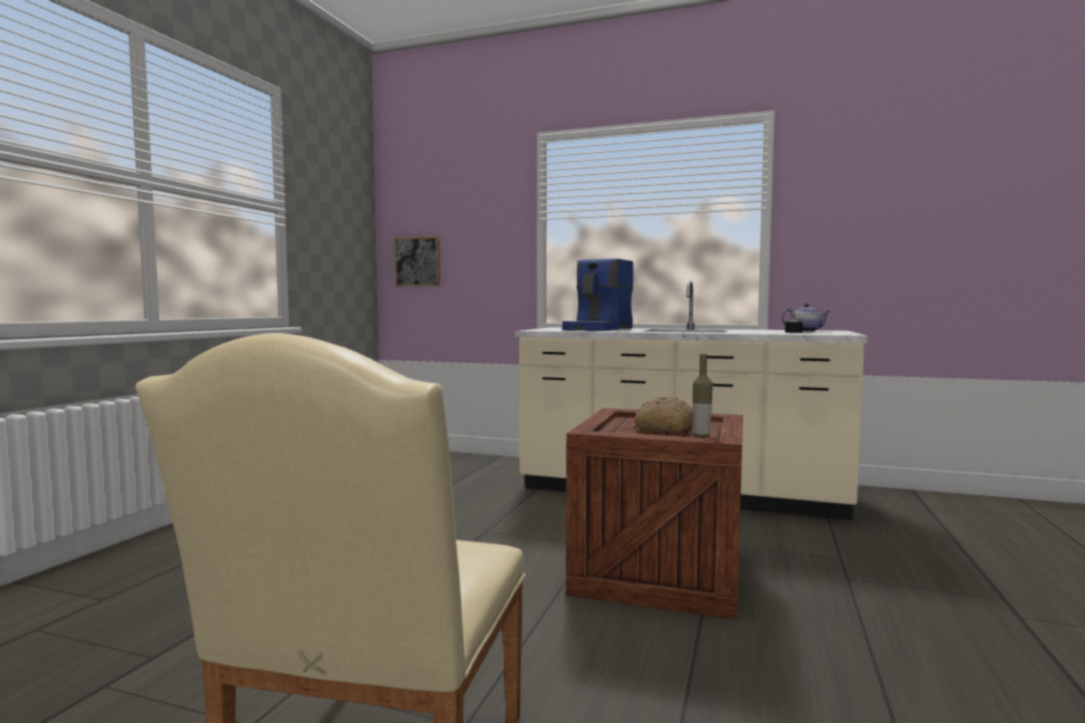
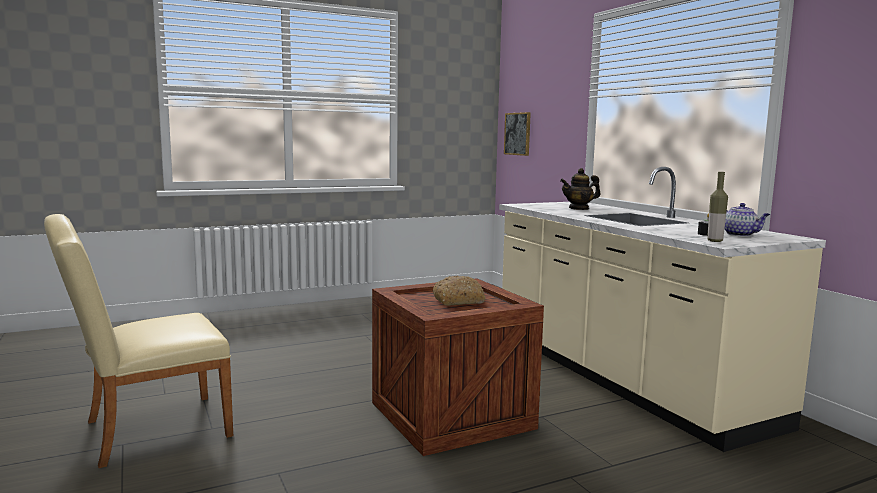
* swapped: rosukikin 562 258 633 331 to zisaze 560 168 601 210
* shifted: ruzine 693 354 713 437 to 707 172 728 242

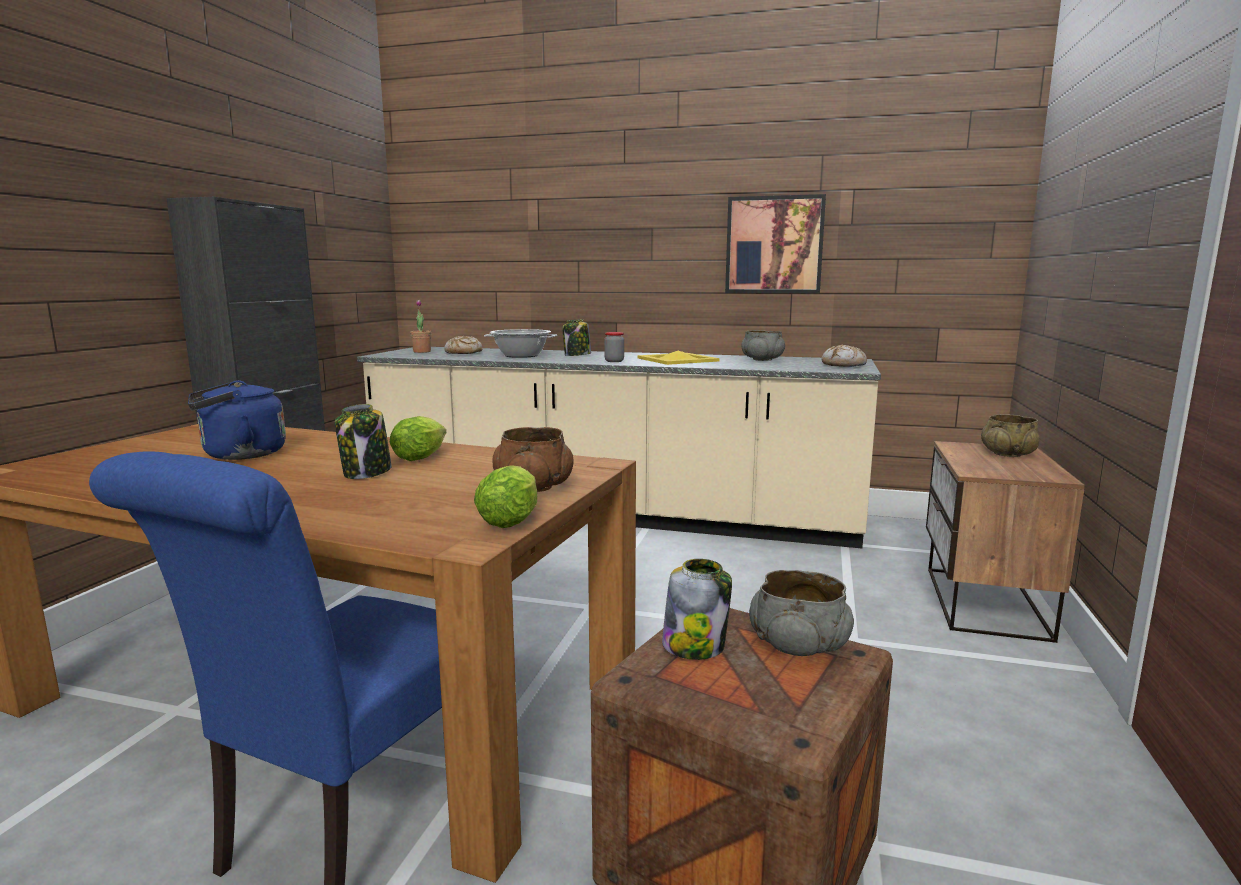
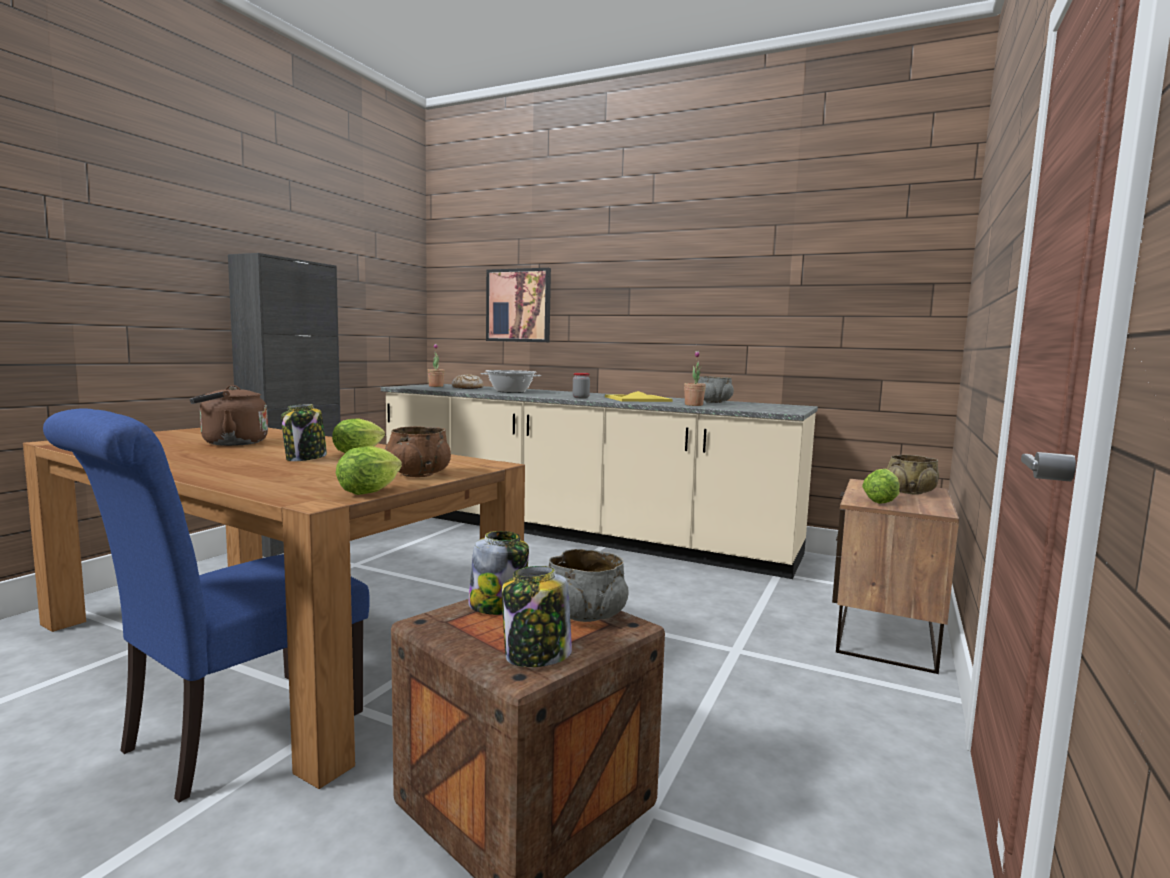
* repainted: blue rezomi 188 380 286 460 to brown rezomi 190 385 268 446
* shifted: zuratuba 562 319 591 356 to 502 566 572 667
* shifted: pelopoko 725 194 826 293 to 486 268 551 342
* gone: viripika 822 344 867 367
* new: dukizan 684 351 706 406
* new: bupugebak 862 469 900 504

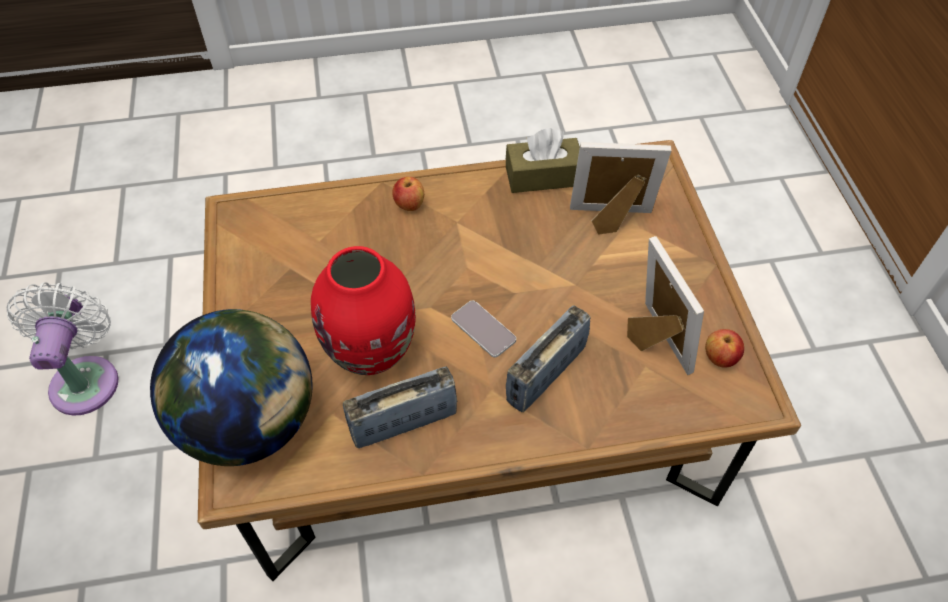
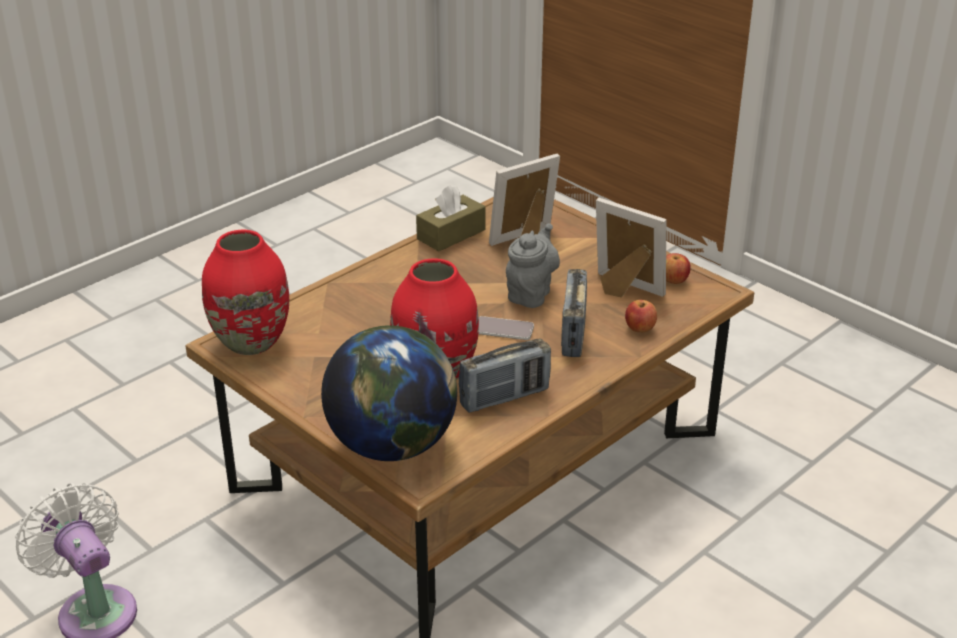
* rotated: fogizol 343 367 457 448 = 458 338 551 413 150 degrees counterclockwise
* shifted: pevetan 392 177 424 211 to 625 300 657 332
* new: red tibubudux 202 230 289 355
* new: grey zisaze 506 223 560 308

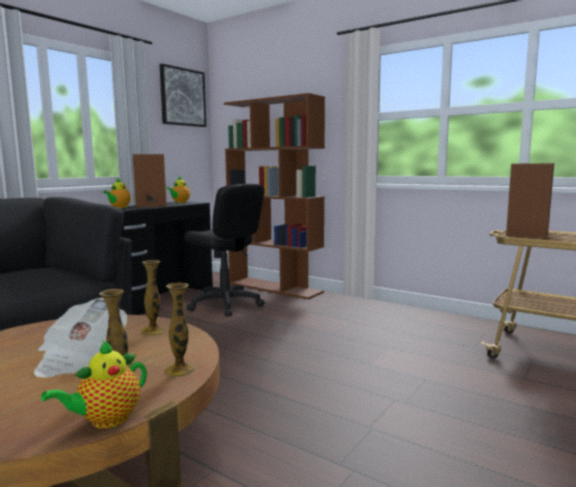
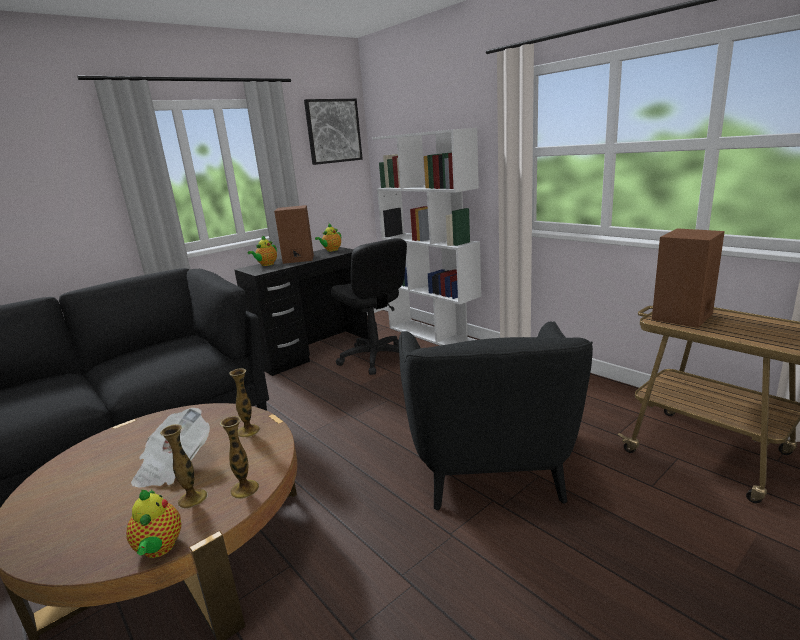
* rotated: zisaze 41 340 147 429 = 126 489 181 558 75 degrees counterclockwise
* repainted: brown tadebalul 224 93 325 299 to white tadebalul 372 128 481 346
* new: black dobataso 399 322 593 510

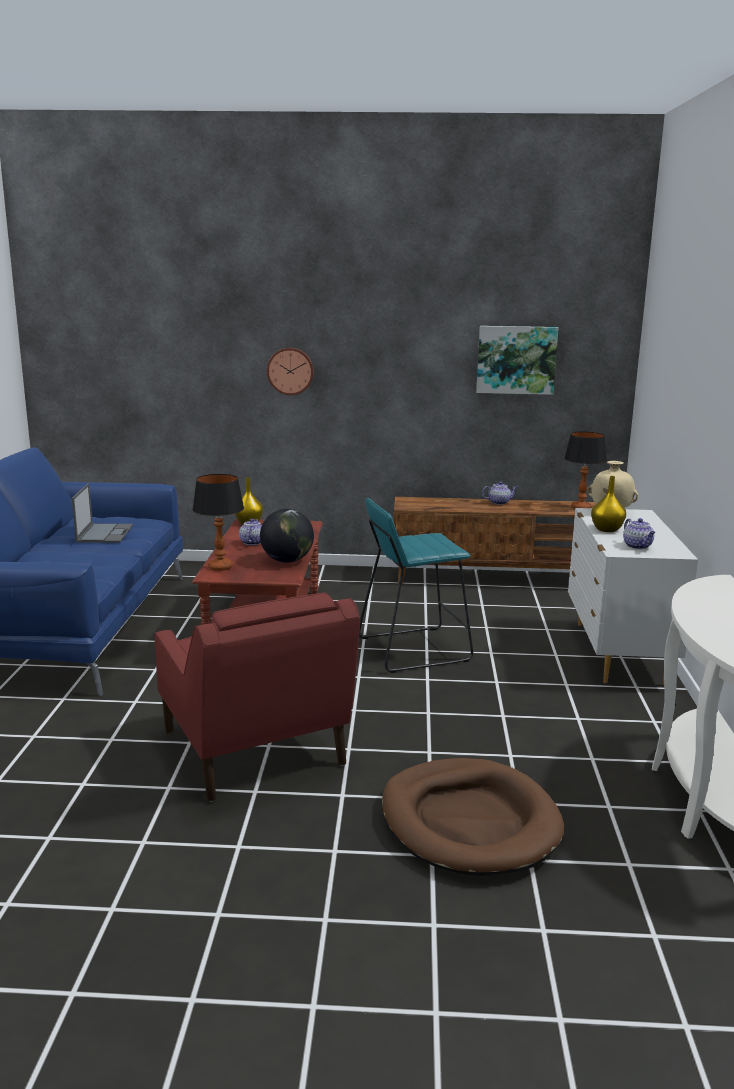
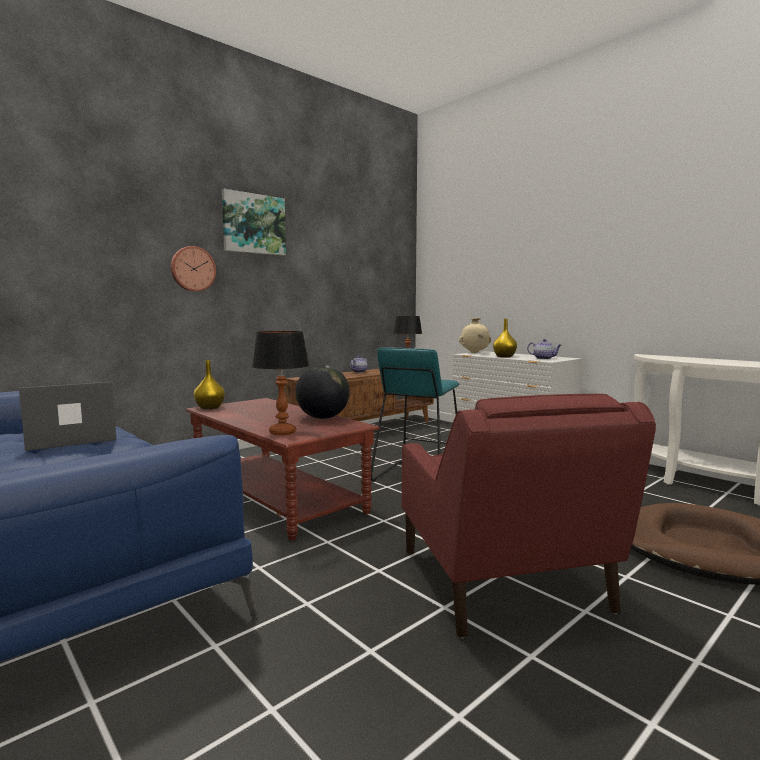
* rotated: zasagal 72 483 133 543 = 19 382 116 451 75 degrees counterclockwise
* rotated: red dobataso 155 593 360 802 = 402 394 656 638 60 degrees clockwise
* gone: zisaze 239 519 262 545
* shifted: pelopoko 476 326 558 395 to 222 189 286 256

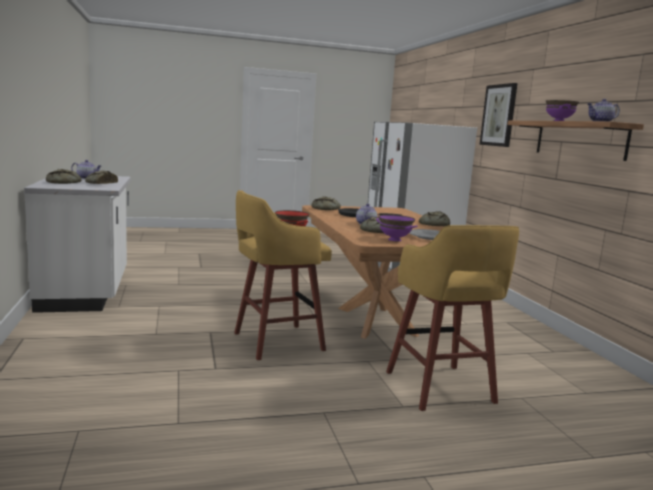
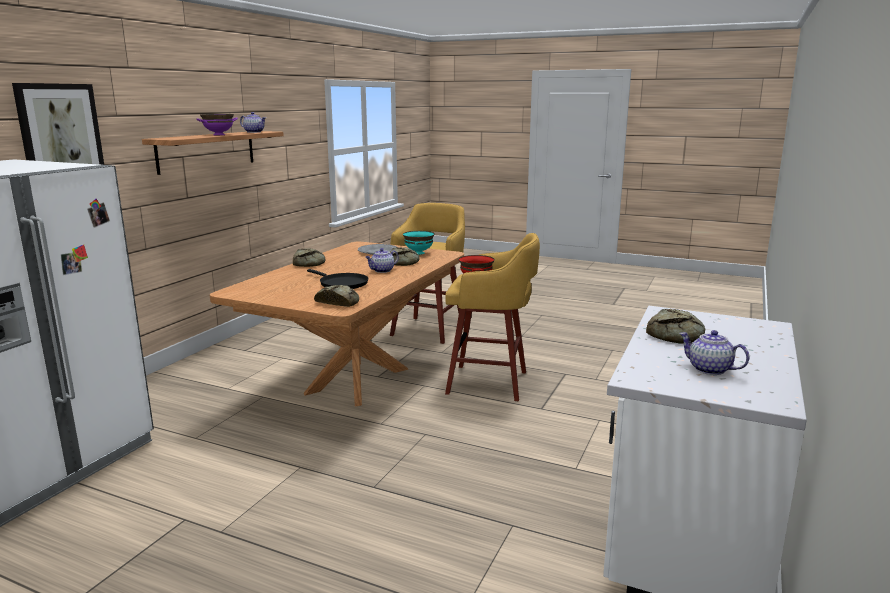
* gone: viripika 46 169 82 184
* repainted: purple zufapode 376 215 418 241 to turquoise zufapode 403 231 435 255

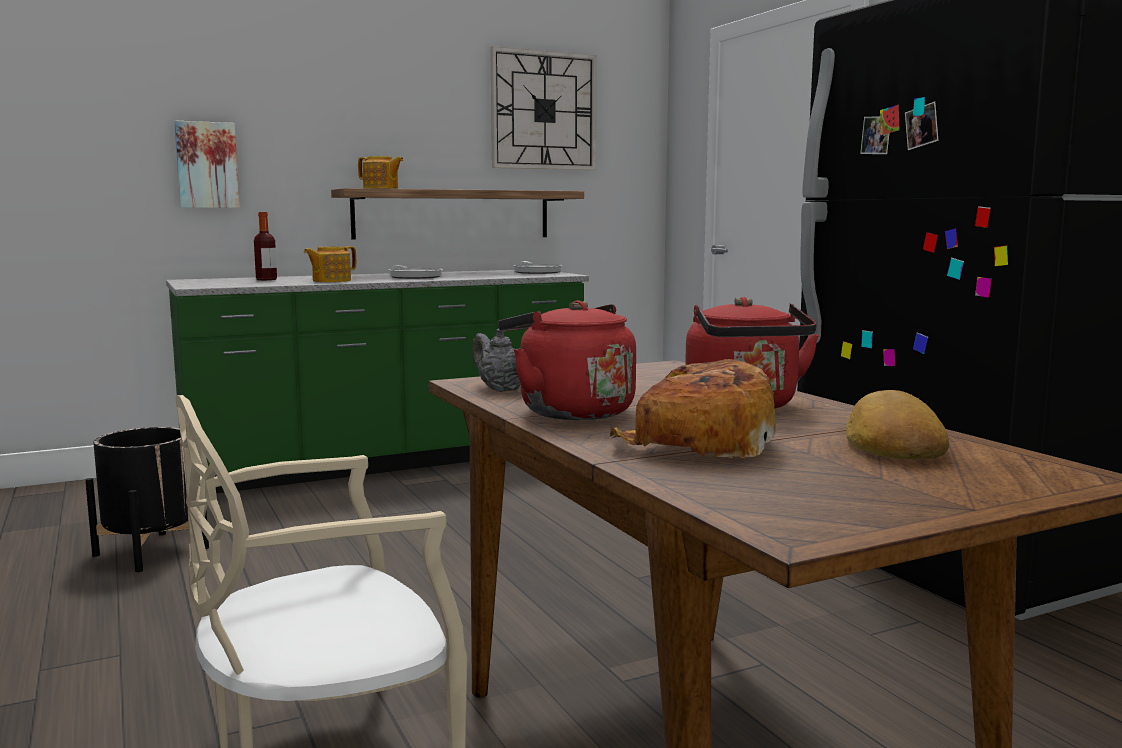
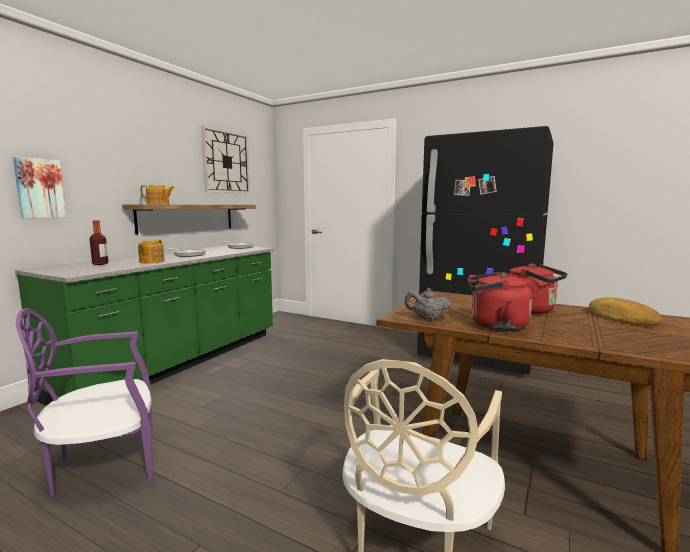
* swapped: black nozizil 85 427 209 572 to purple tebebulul 16 308 154 497
* gone: viripika 610 359 776 458

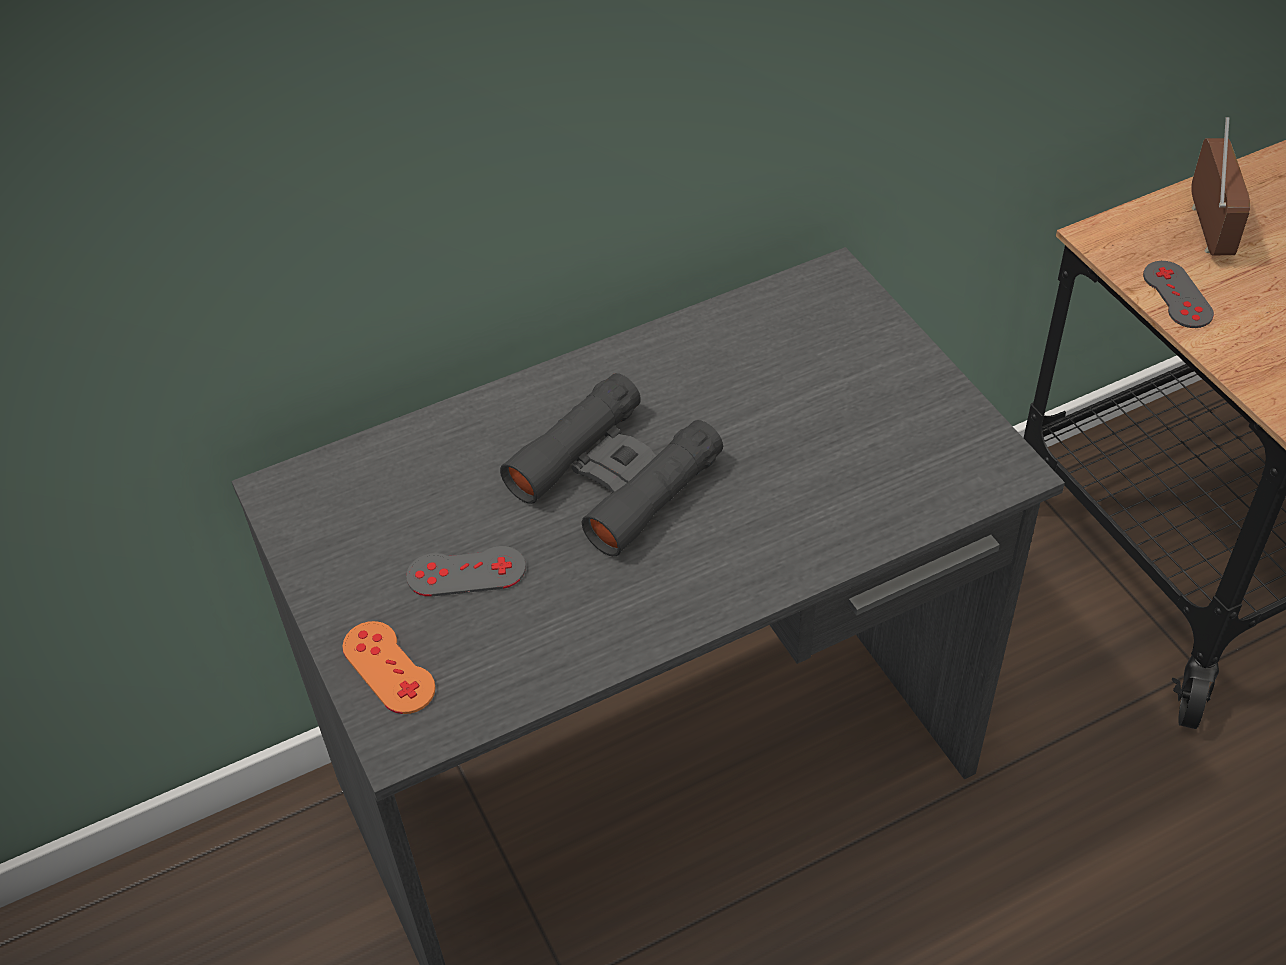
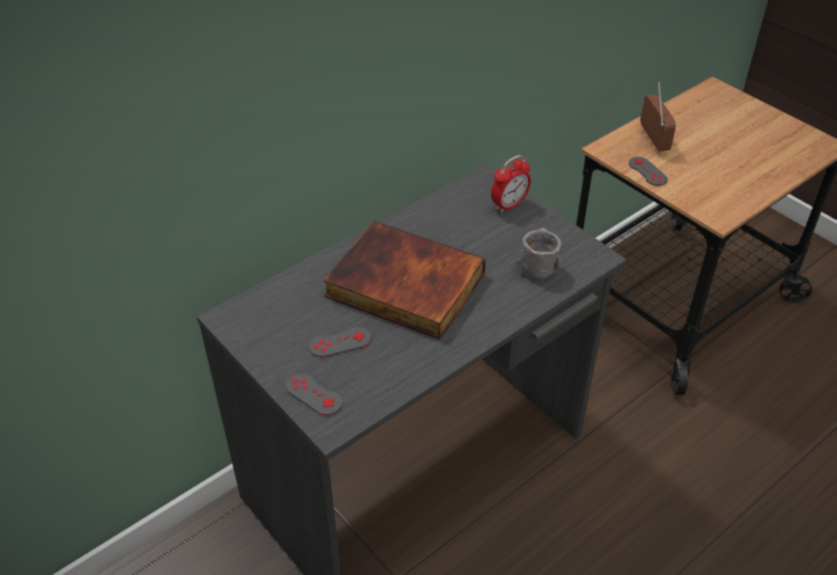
* repainted: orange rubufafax 342 621 436 714 to grey rubufafax 285 373 343 415
* swapped: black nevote 500 373 723 556 to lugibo 323 221 486 339
* new: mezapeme 491 155 531 213
* new: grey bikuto 517 228 562 280

